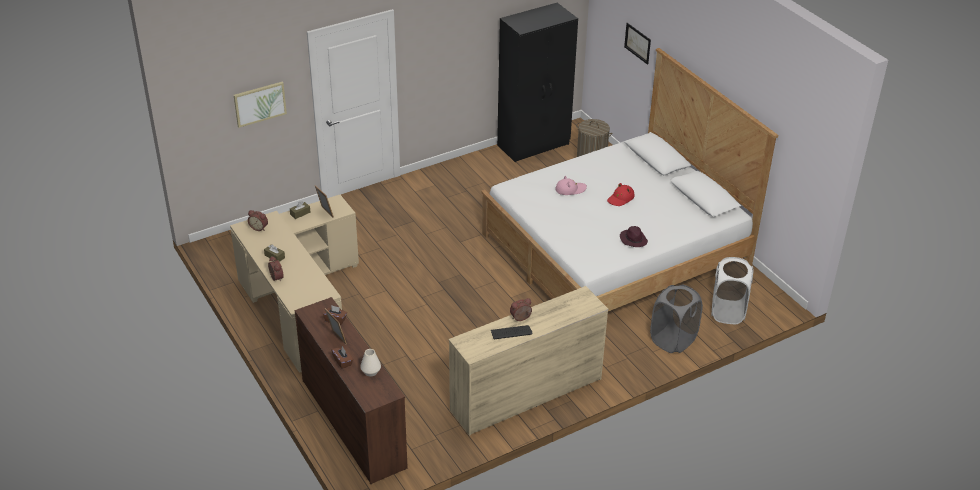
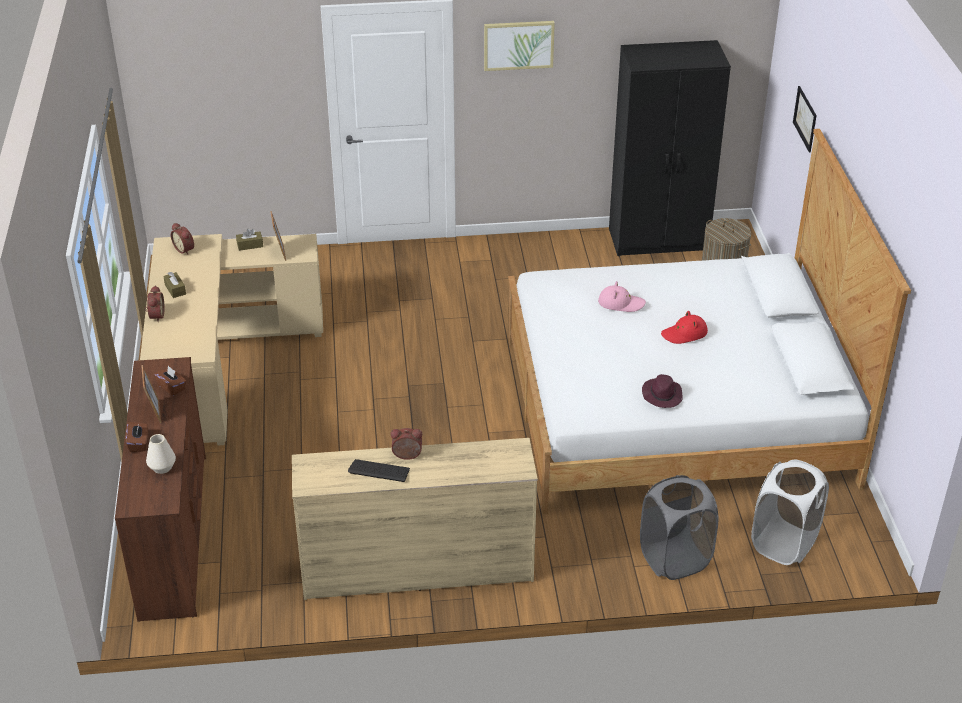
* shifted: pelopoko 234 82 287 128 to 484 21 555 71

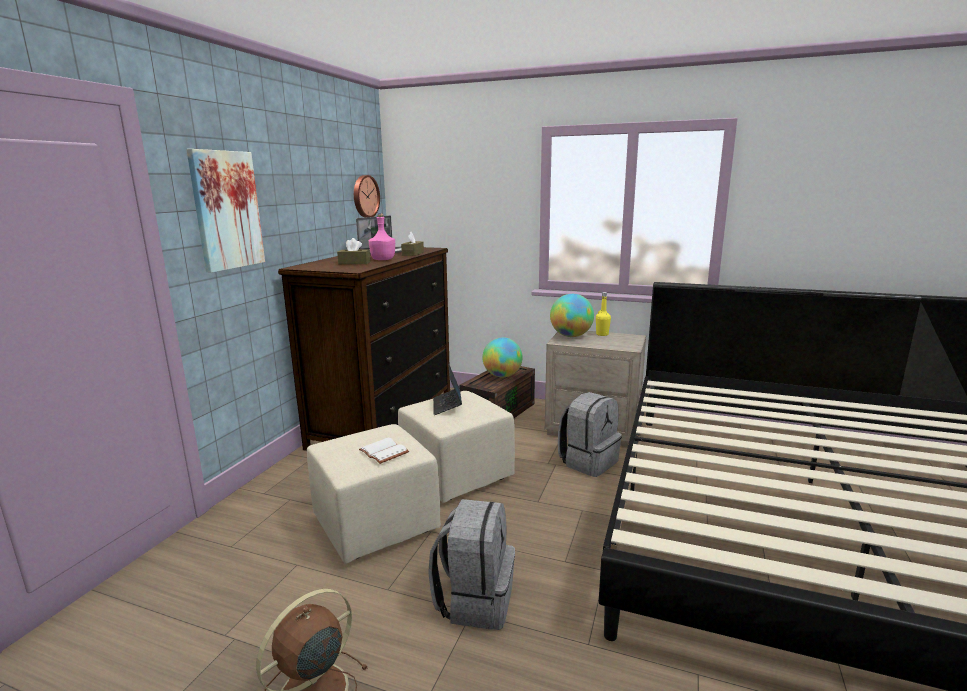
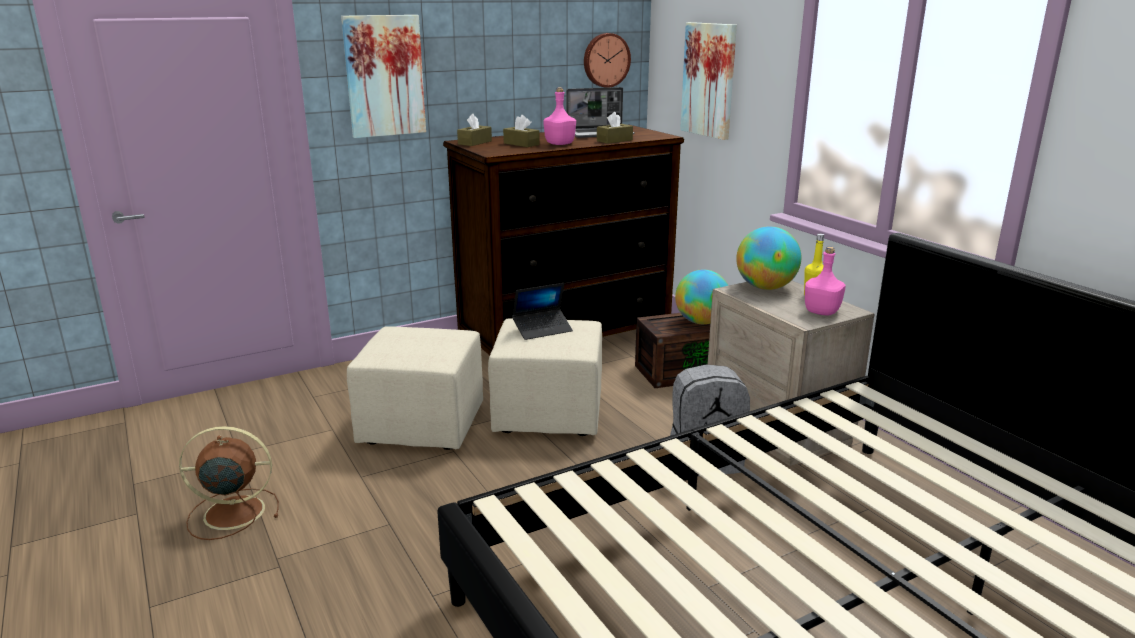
* gone: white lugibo 359 438 409 464
* gone: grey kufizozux 428 499 515 630
* rotated: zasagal 433 364 462 415 = 512 283 573 340 150 degrees counterclockwise
* new: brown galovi 457 114 492 146
* new: pelopoko 680 22 737 140
* new: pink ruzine 805 247 846 316

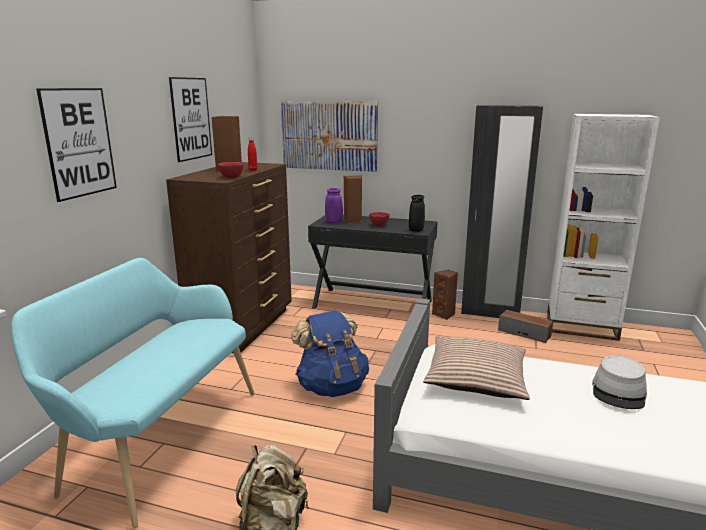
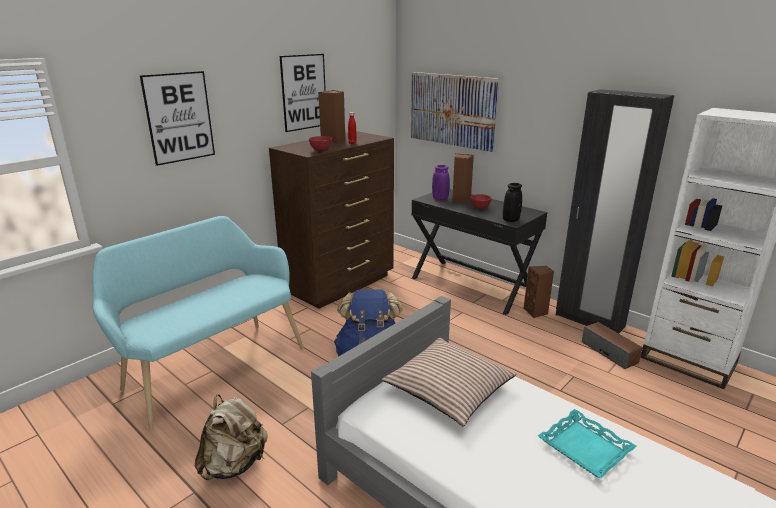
* swapped: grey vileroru 592 355 647 409 to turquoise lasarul 538 409 637 479

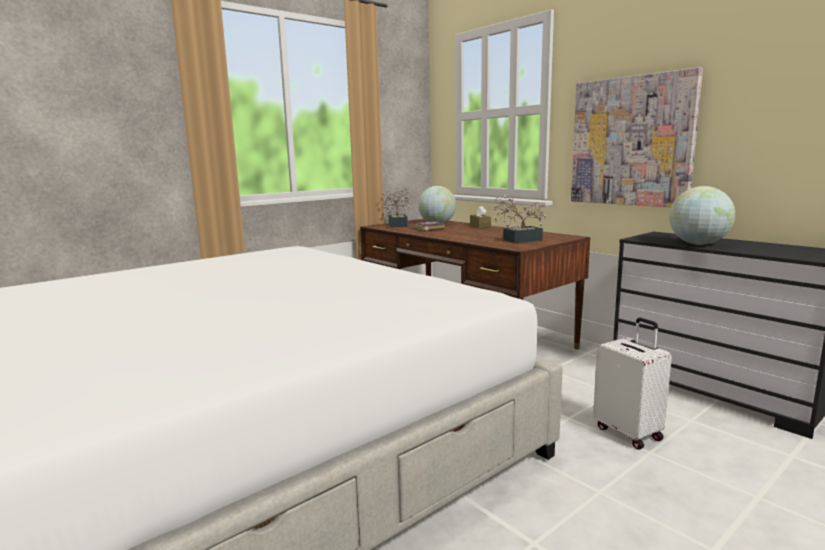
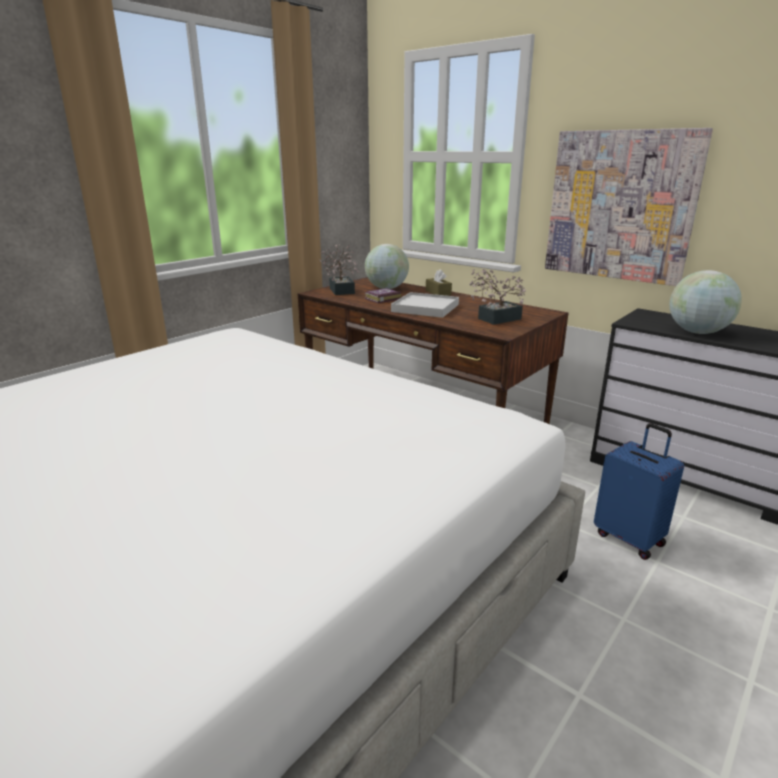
* repainted: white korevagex 593 318 672 449 to blue korevagex 594 423 684 560
* new: white lasarul 391 292 459 318

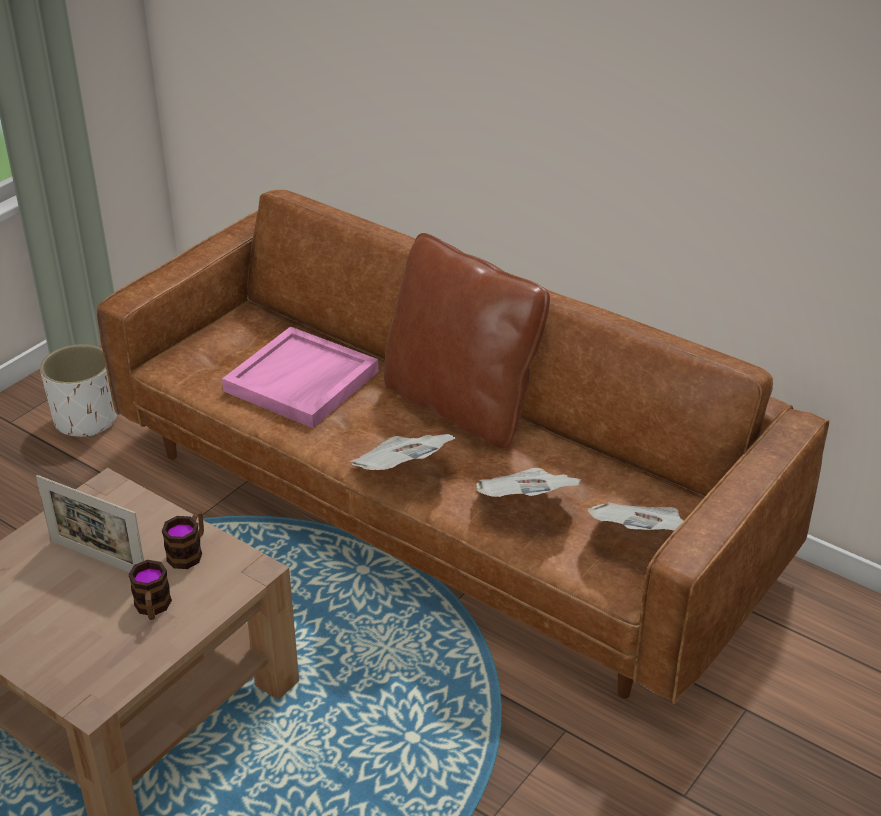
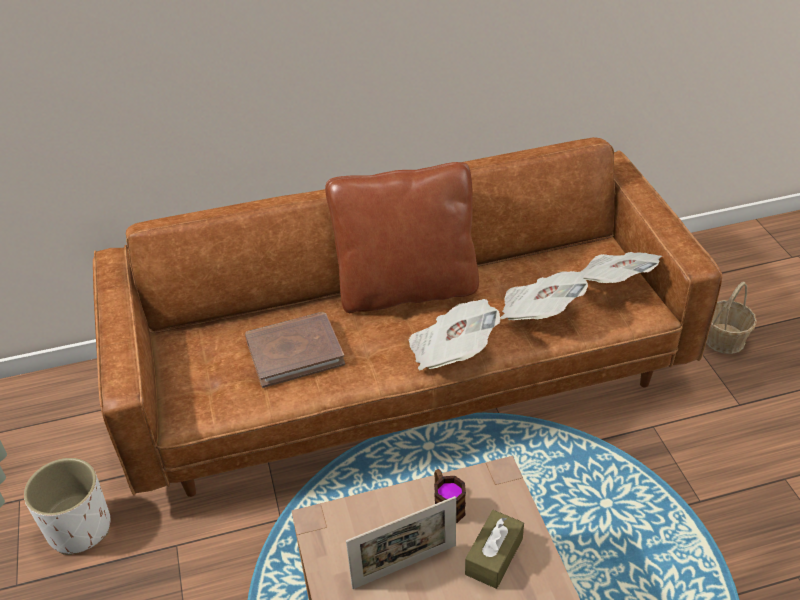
* swapped: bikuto 128 560 172 620 to brown galovi 465 510 524 589
* swapped: pink lasarul 222 326 378 428 to brown lugibo 245 312 345 388
* new: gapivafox 706 282 757 354

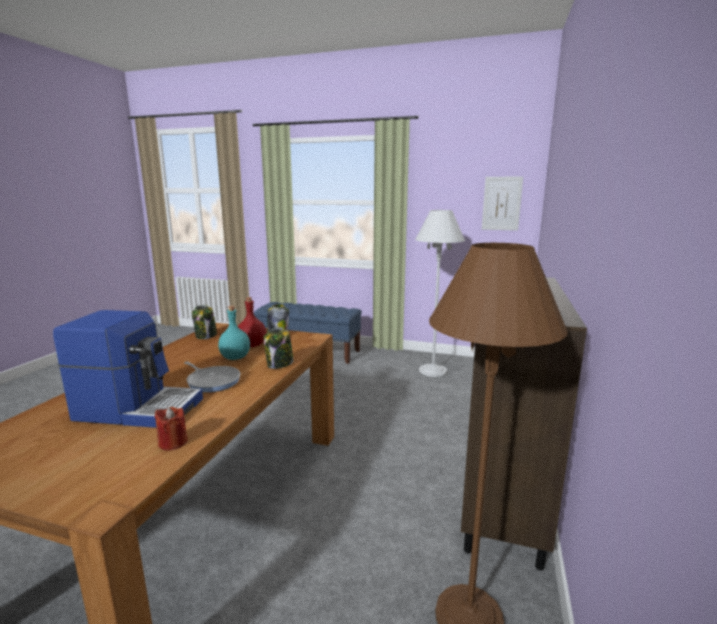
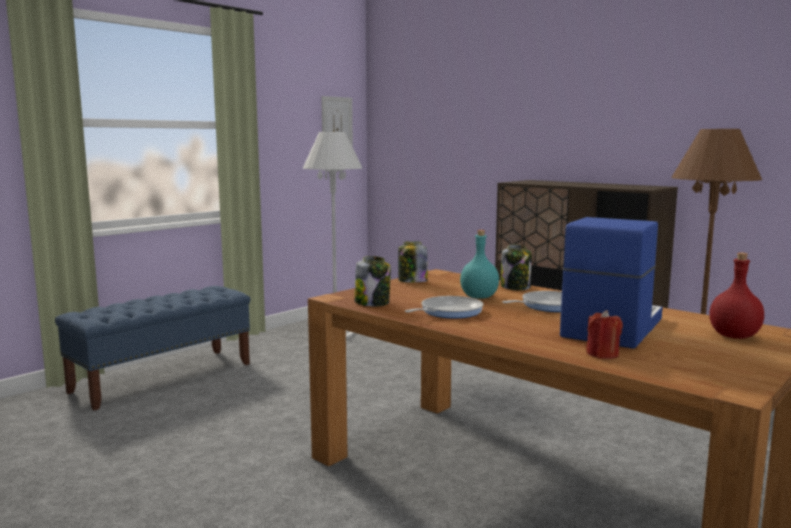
* shifted: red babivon 155 407 187 450 to 586 310 623 359
* shifted: red ruzine 238 297 266 347 to 709 253 764 339
* new: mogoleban 405 296 483 318

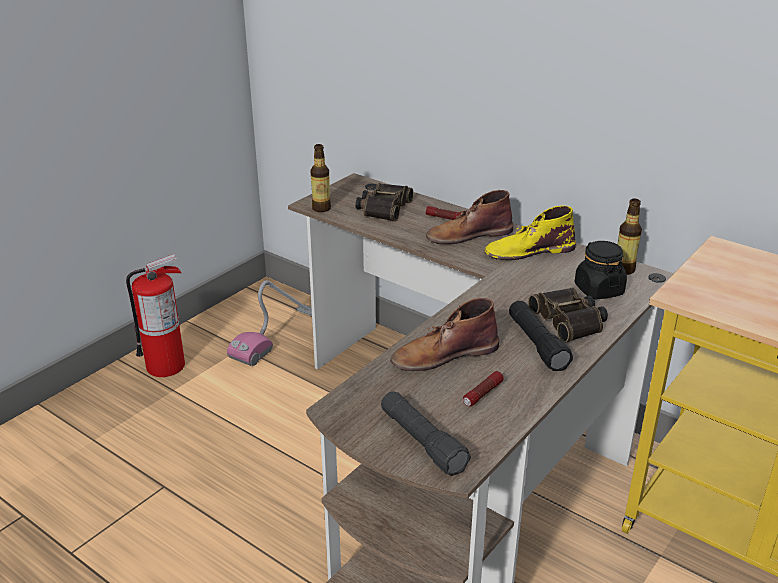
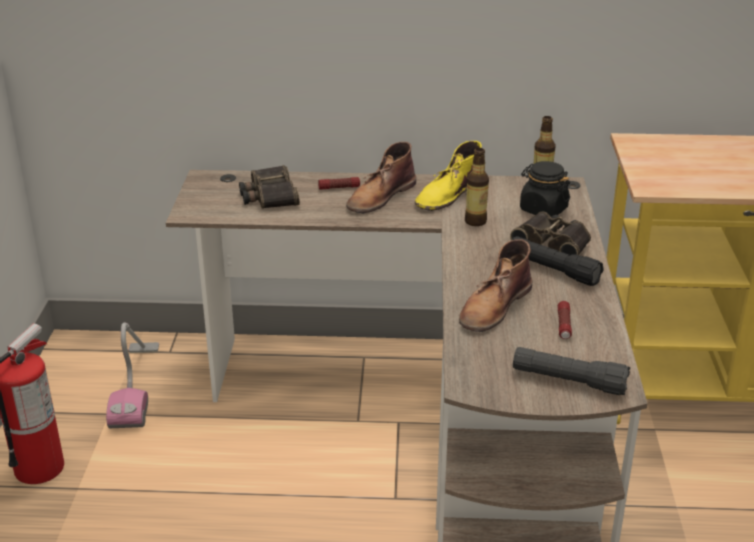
* shifted: ruzine 310 144 331 212 to 465 148 489 226

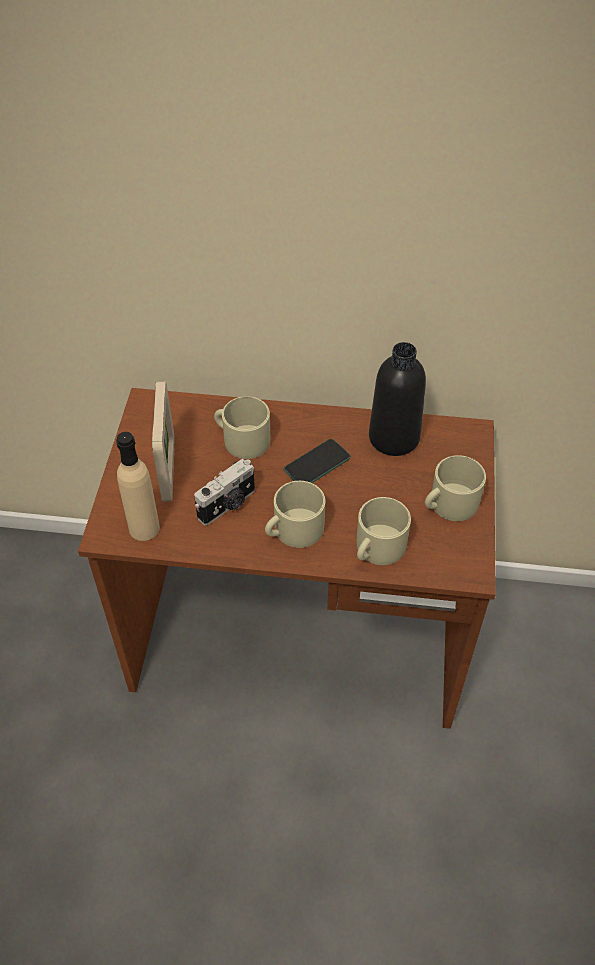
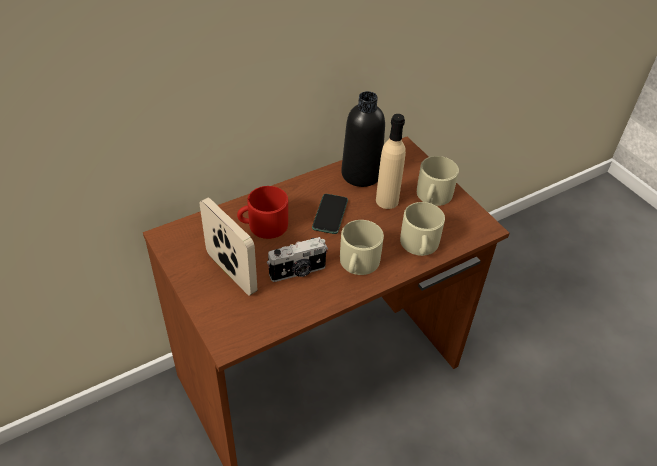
* shifted: beige ruzine 116 432 160 541 to 376 114 406 209
* rotated: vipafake 194 458 255 526 = 267 237 328 282 60 degrees clockwise
* repainted: beige bikuto 214 396 270 459 to red bikuto 237 186 288 239

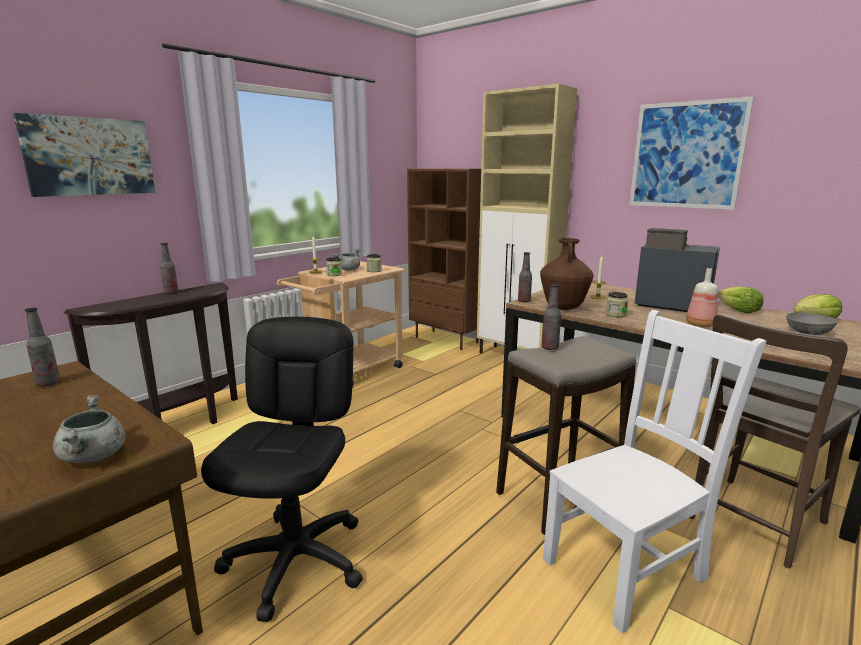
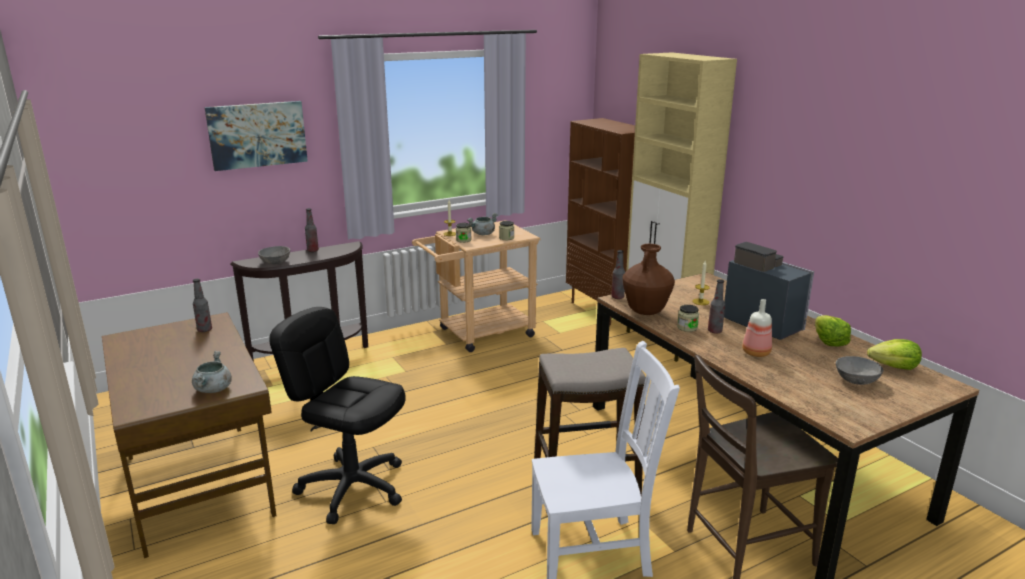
* rotated: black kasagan 201 317 363 622 = 269 307 406 524 90 degrees counterclockwise
* shifted: ruzine 542 284 561 350 to 708 279 725 334
* gone: pelopoko 630 96 754 210
* new: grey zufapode 258 246 290 264

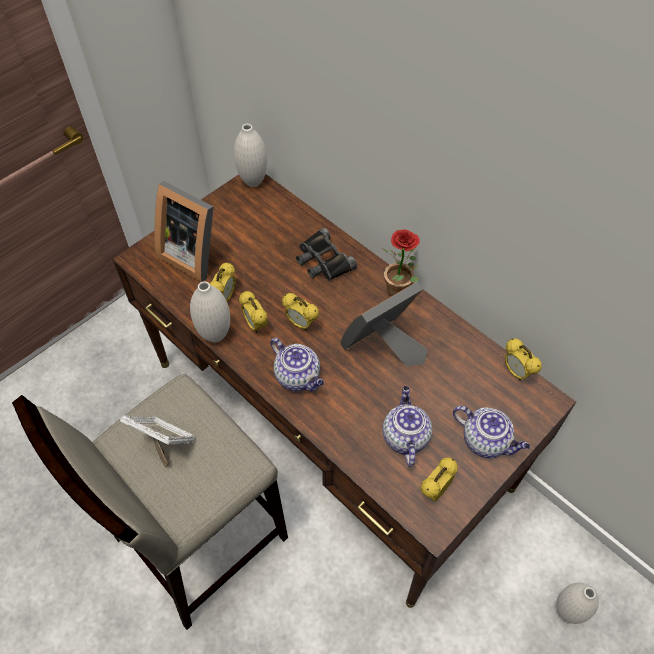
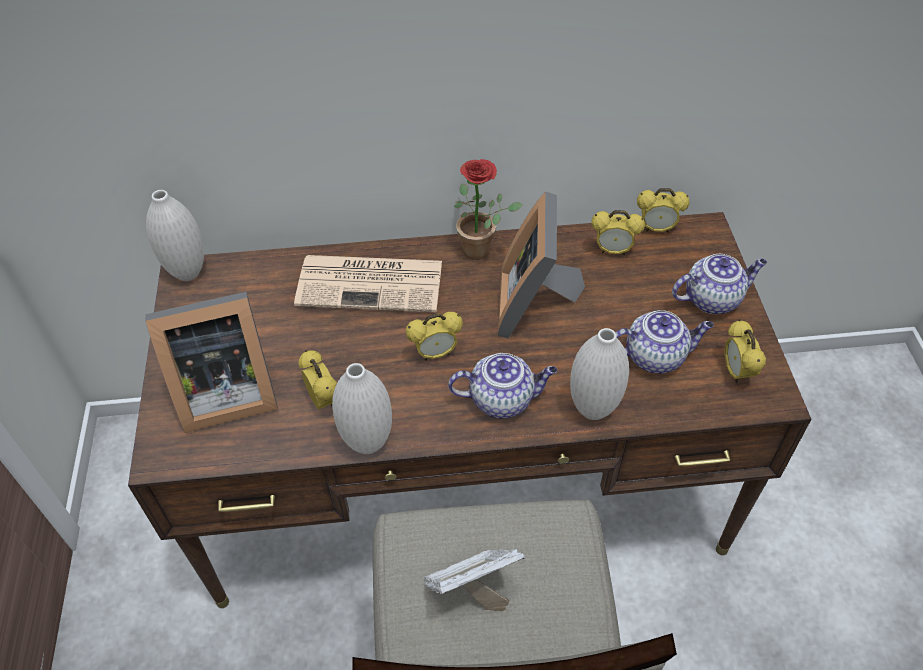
* shifted: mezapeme 239 291 268 333 to 591 210 645 255
* swapped: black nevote 296 228 357 281 to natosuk 294 255 442 312
* rotated: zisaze 382 386 432 467 = 615 310 714 374 135 degrees clockwise
* shifted: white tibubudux 556 583 599 624 to 570 328 629 420

